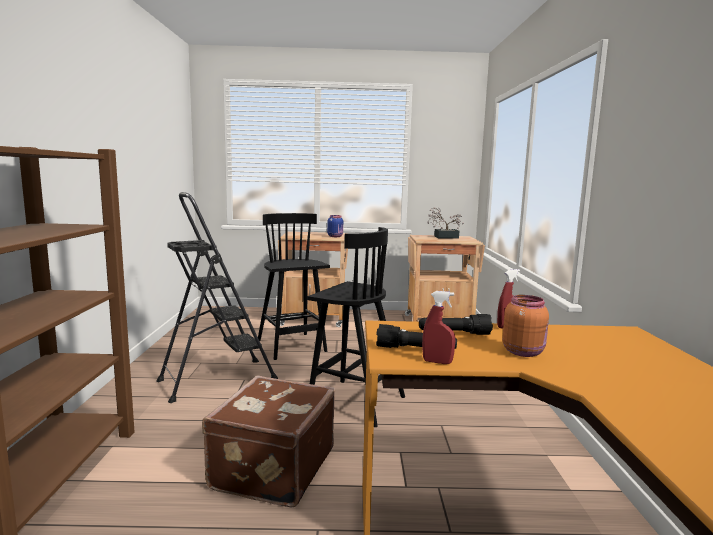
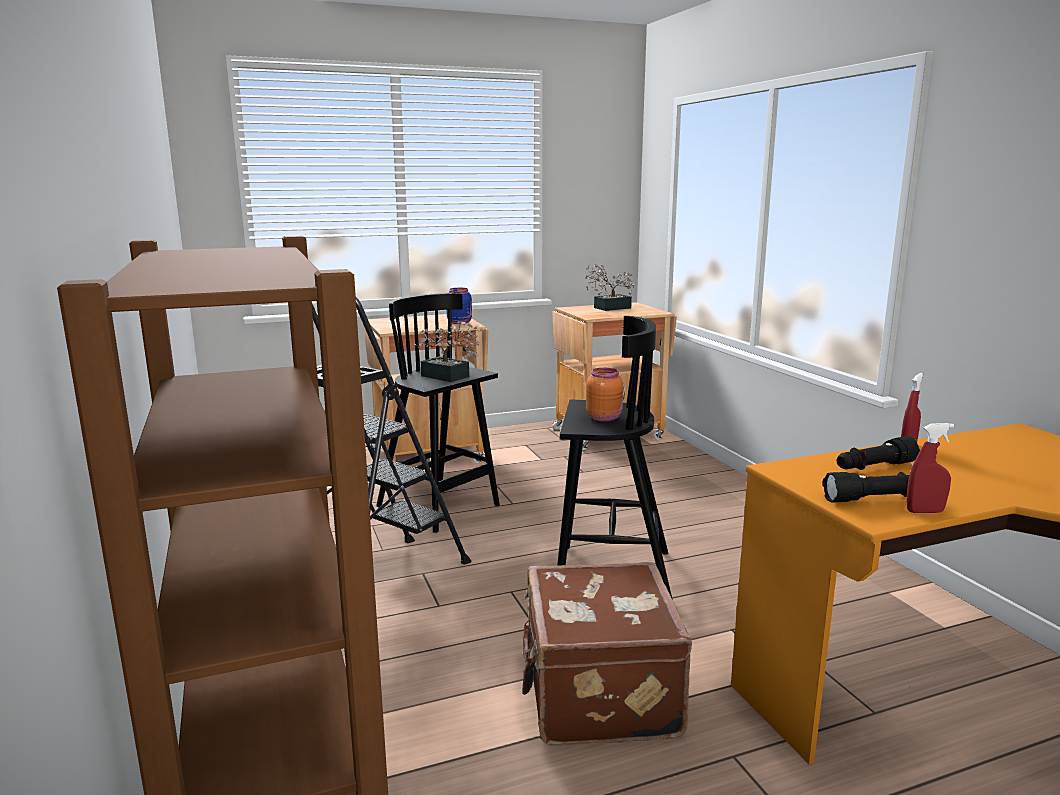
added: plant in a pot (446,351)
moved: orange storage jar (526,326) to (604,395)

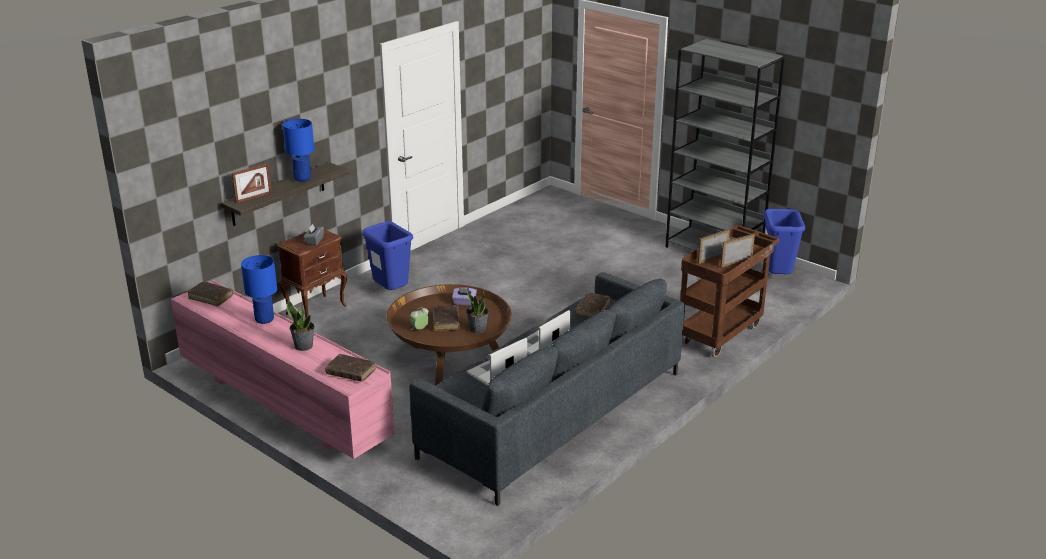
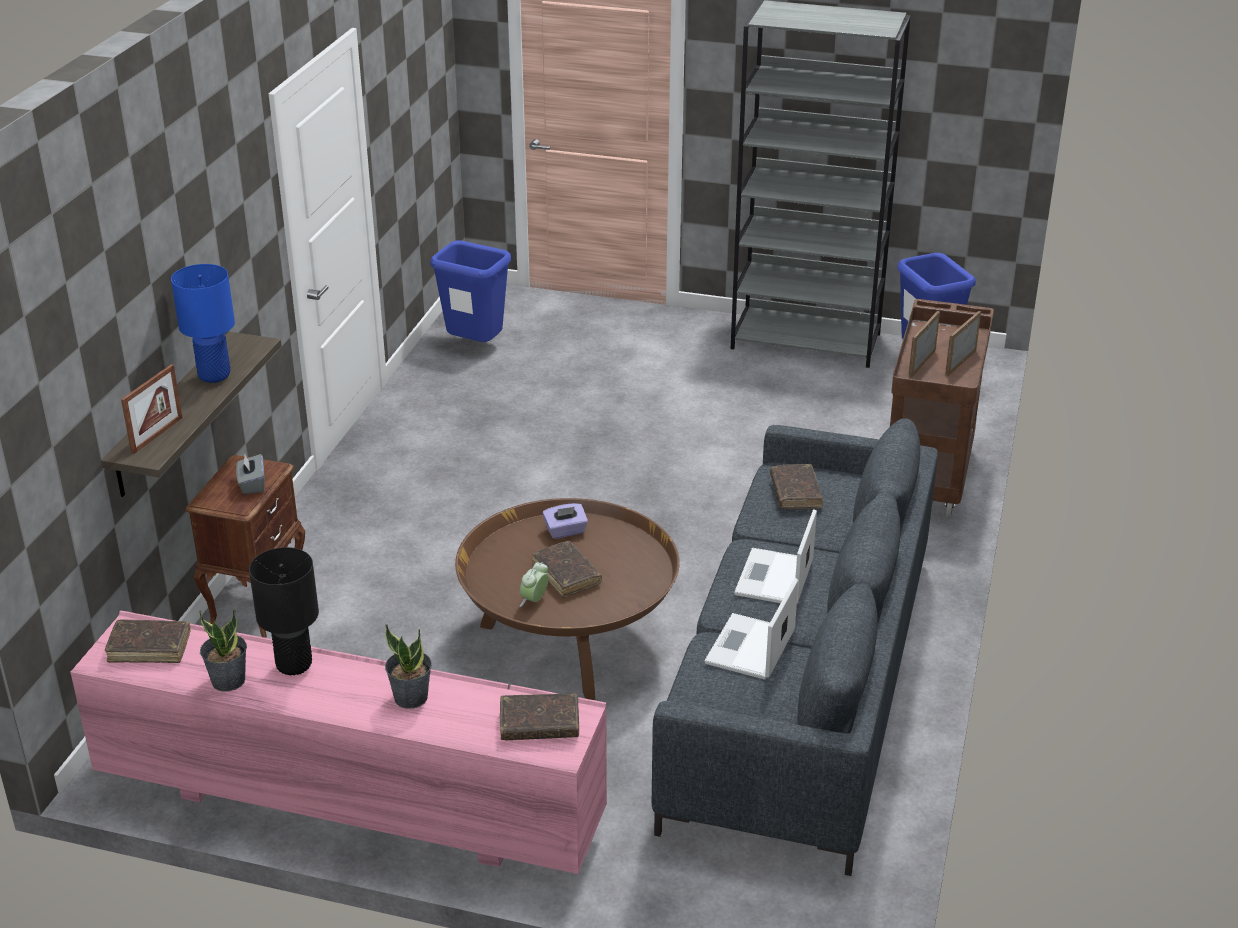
moved: plant in a pot (477,311) to (223,650); blue trash can (387,255) to (470,291)
recoloured: blue lamp for a table (259,289) to blackish lamp for a table (284,611)

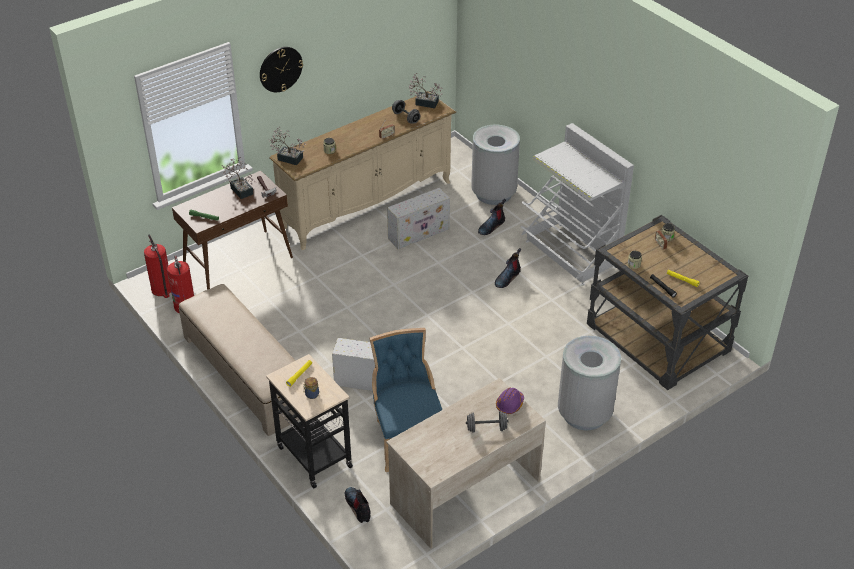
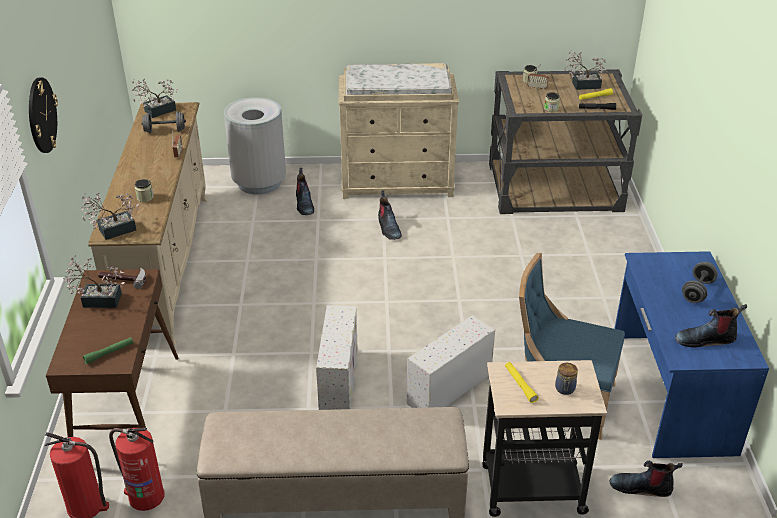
removed: purple work helmet (510,401); grey trash can (589,383)
added: plant in a pot (586,70); boot (711,326)
moved: white storage box (418,218) to (337,357)
replaced: white shoe rack (577,204) to beige-coloured chest of drawers (399,131)
recoloured: beige-coloured desk (466,463) to blue desk (691,354)

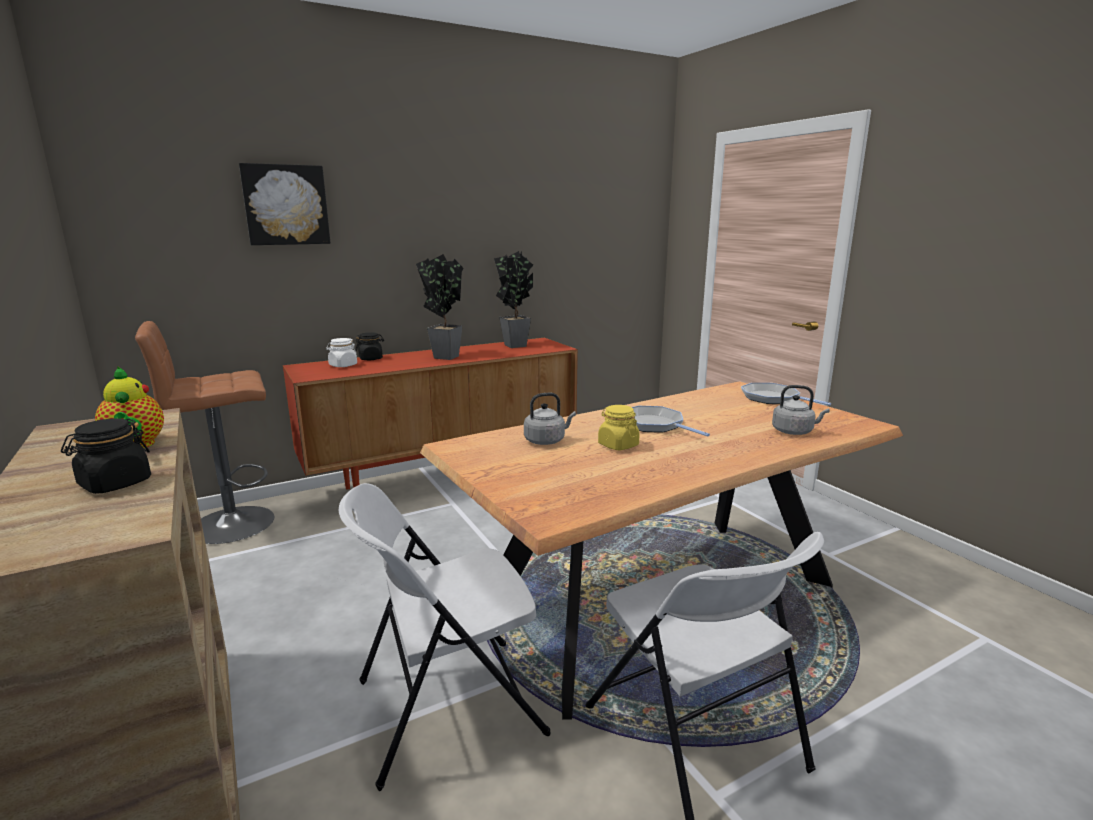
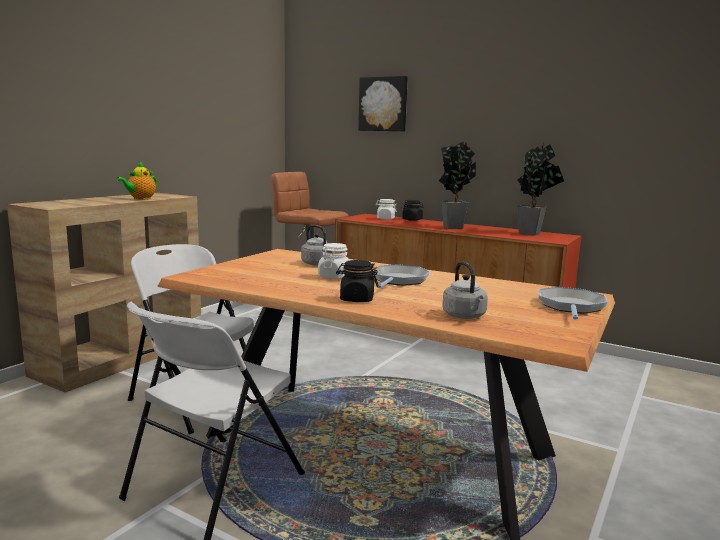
moved: blackish storage jar (106,456) to (357,281)
recoloured: yellowish storage jar (619,427) to white storage jar (334,261)

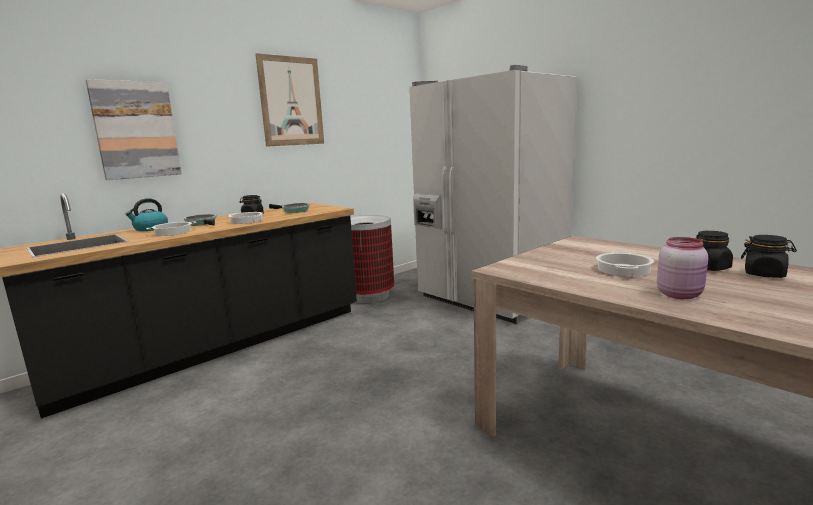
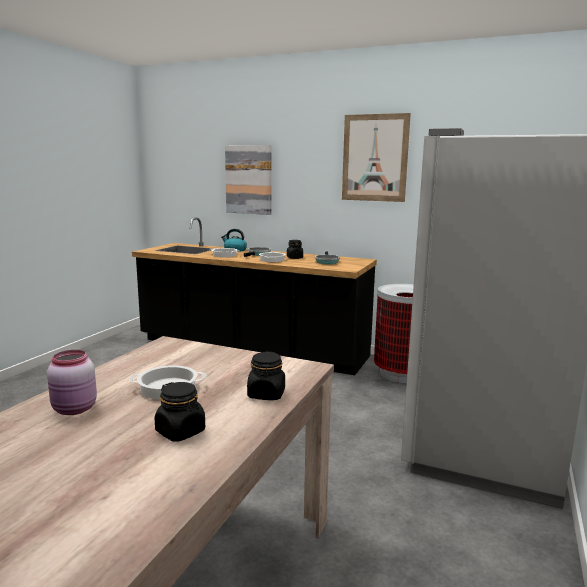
moved: blackish storage jar (769,256) to (266,375)

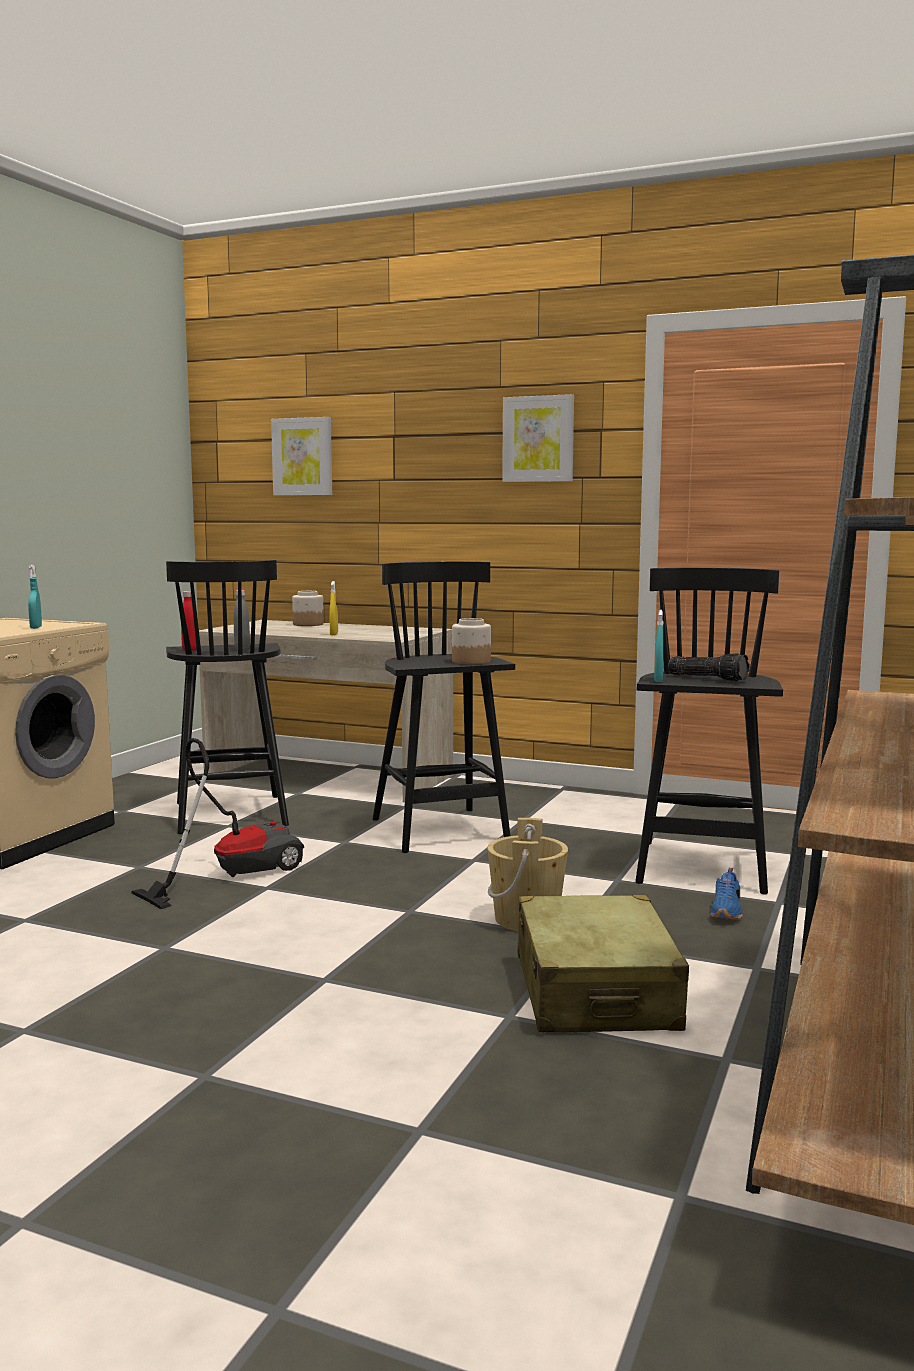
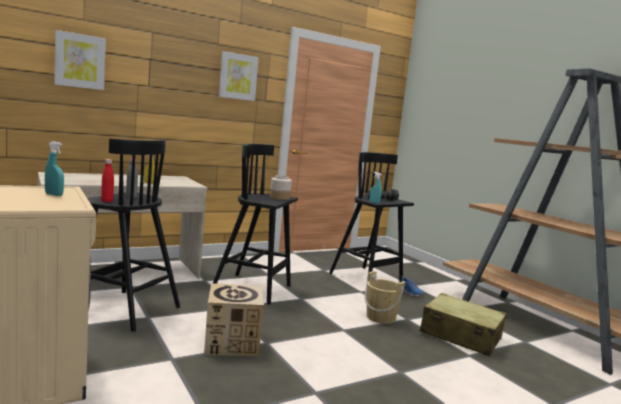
removed: storage jar (308,608)
replaced: vacuum cleaner (217,823) to cardboard box (234,319)

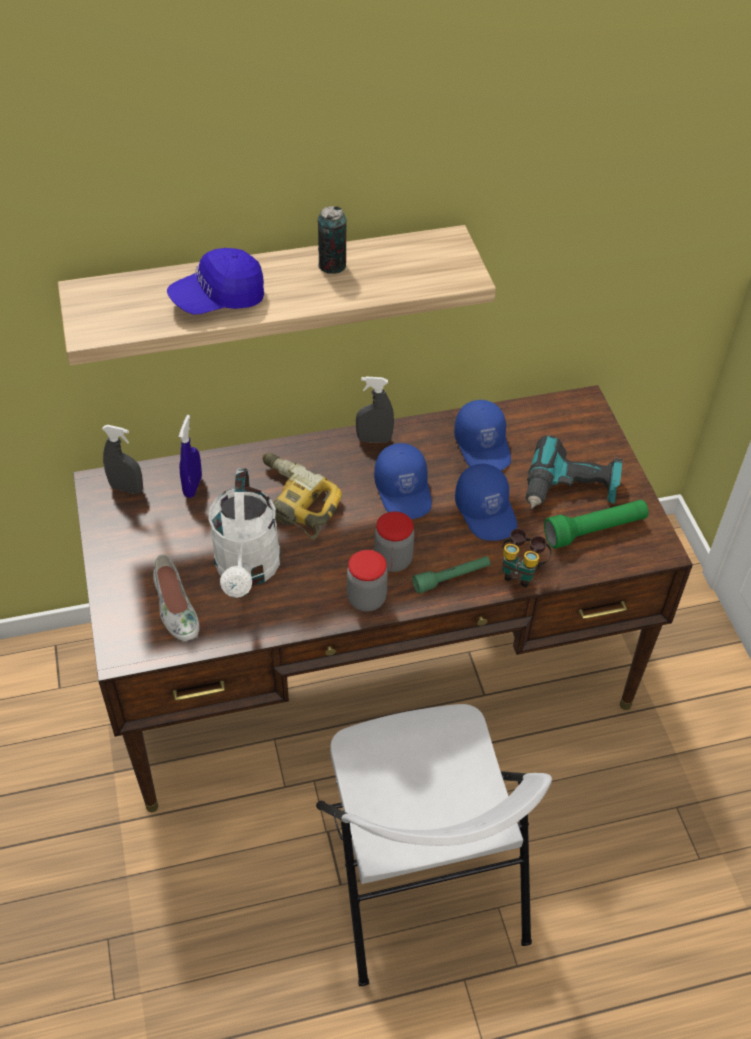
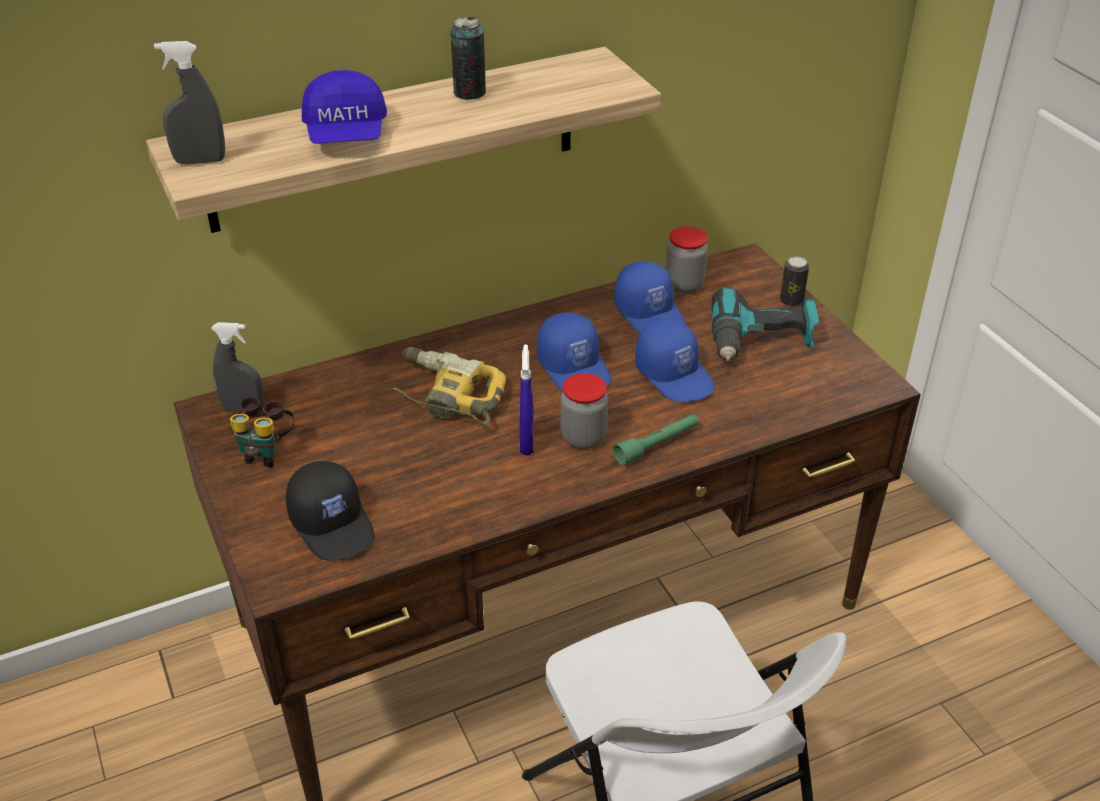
removed: white sprinkling can (244,533); green-coloured hand torch (596,524)
added: can (794,281)
moved: grey sprayer (375,410) to (189,102); pair of binoculars (527,558) to (262,432); blue sprayer (190,456) to (527,399); storage jar (367,581) to (687,260)
replaced: white shoe (176,597) to blackish peaked cap (330,511)
turned: blue peaked cap (215,281) = (344,107) 60 degrees counterclockwise

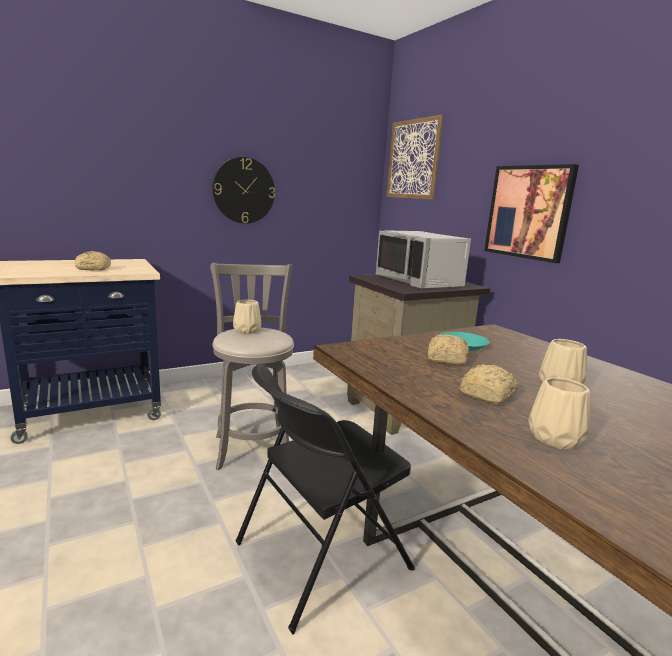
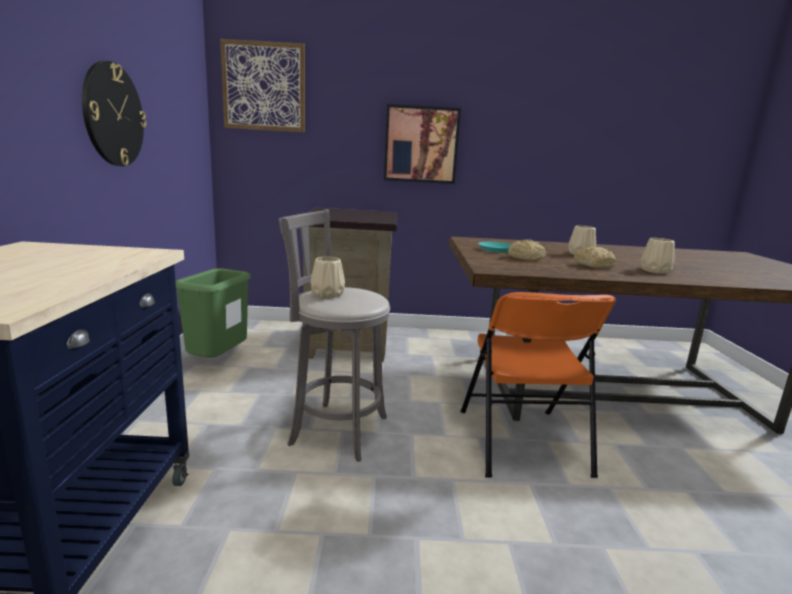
removed: baked bread (93,261); grey microwave (423,259)
added: green-coloured trash can (213,313)
recoloured: blackish upright chair (325,499) to orange upright chair (538,385)

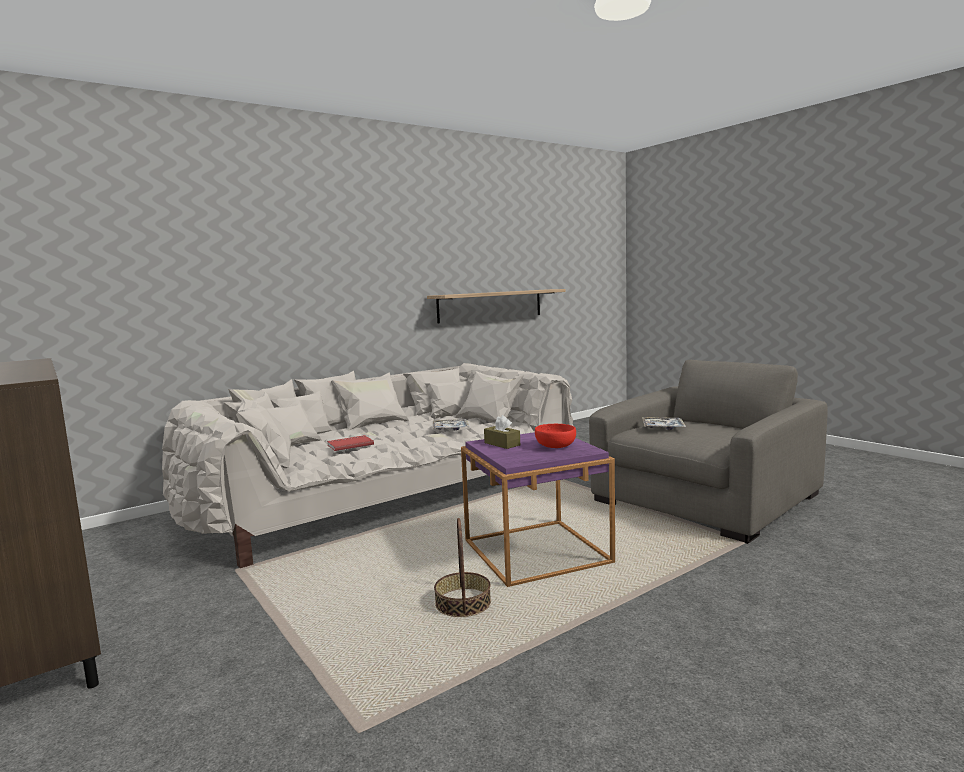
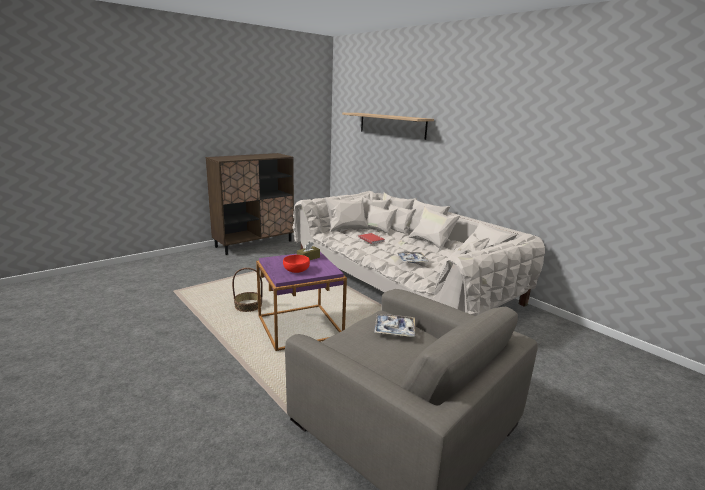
moved: bracket shelf (496,306) to (388,126)

